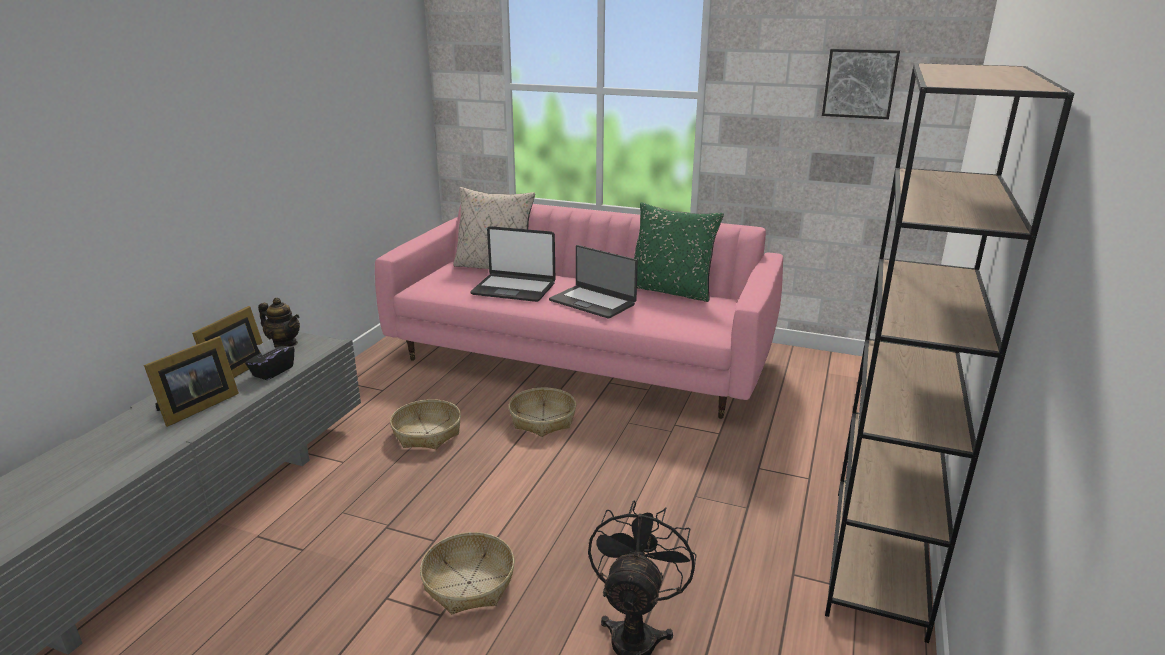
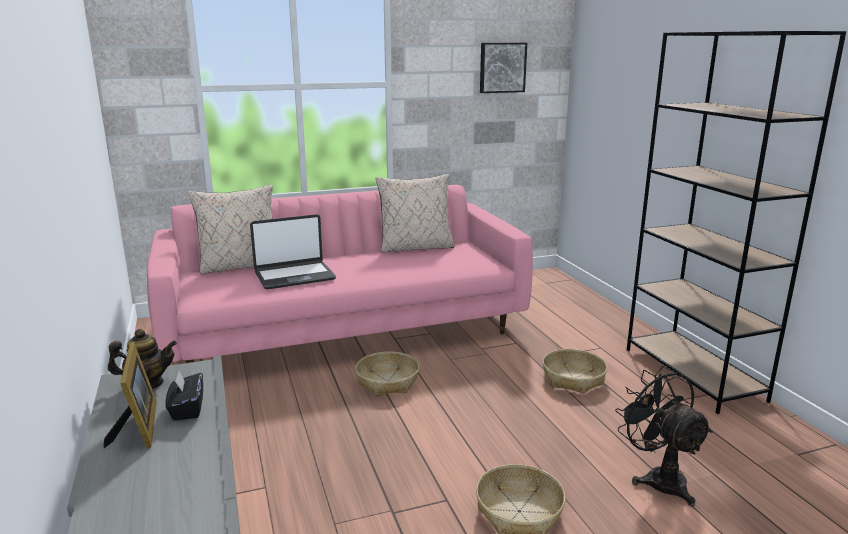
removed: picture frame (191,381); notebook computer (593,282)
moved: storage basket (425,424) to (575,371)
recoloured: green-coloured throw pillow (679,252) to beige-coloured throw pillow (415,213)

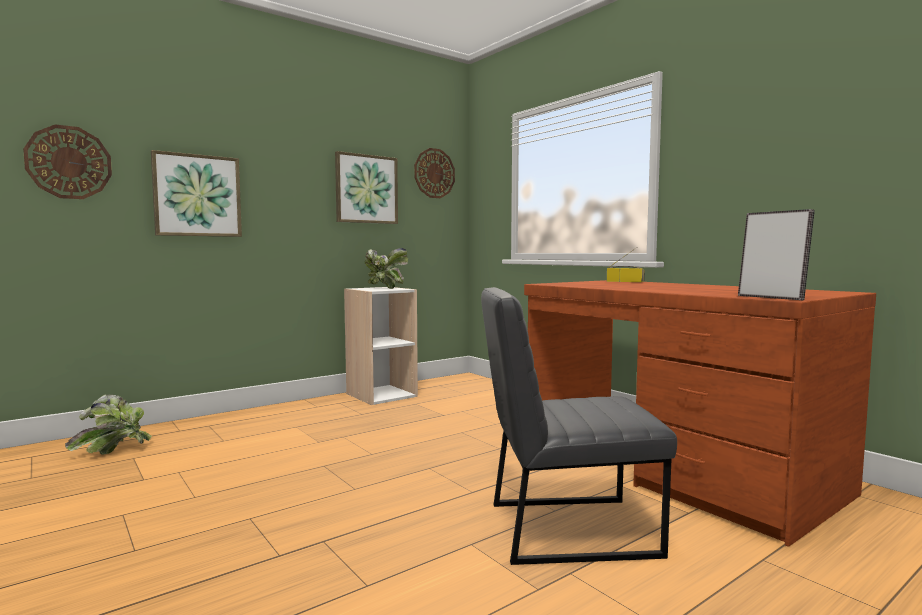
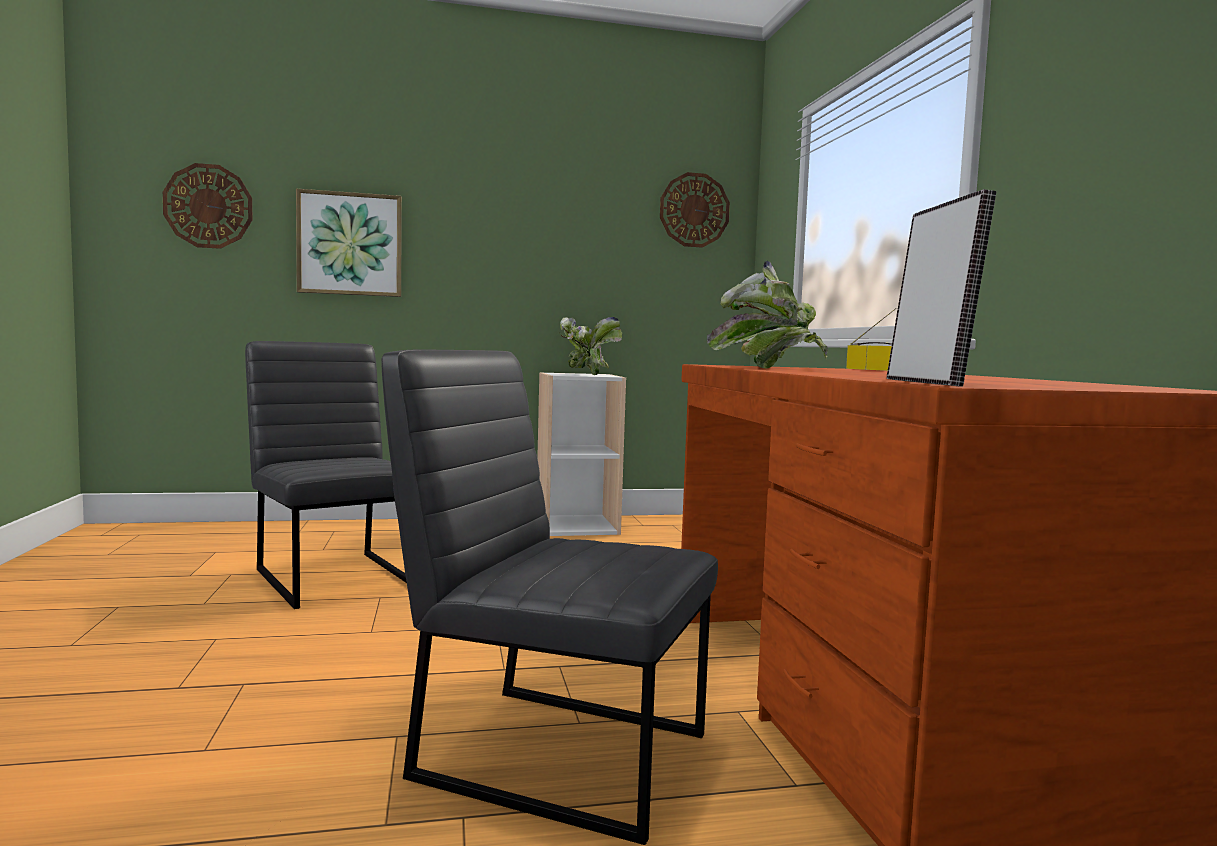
removed: wall art (366,187)
added: grey upright chair (326,475)
moved: plant in a pot (108,424) to (767,314)

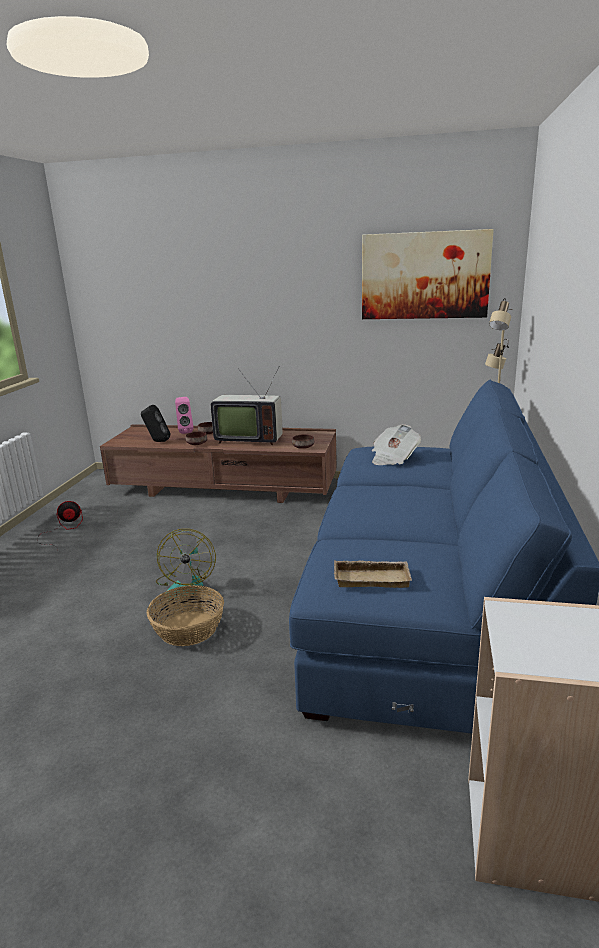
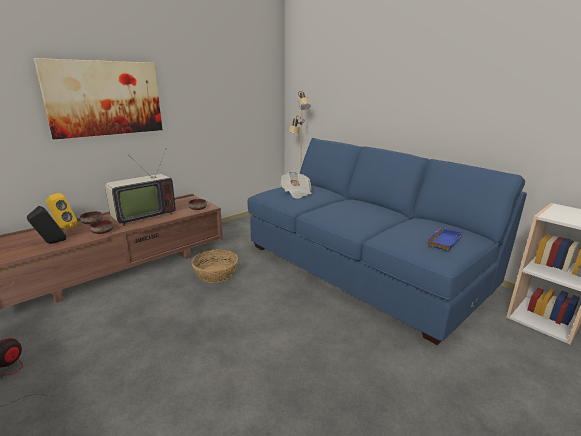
removed: electric fan (186,564)
moved: wall art (428,274) to (98,98); storage basket (185,615) to (214,266)
recoloured: pink-coloured speaker (184,415) to yellowish speaker (61,211); beige-coloured serving tray (373,574) to blue serving tray (445,239)

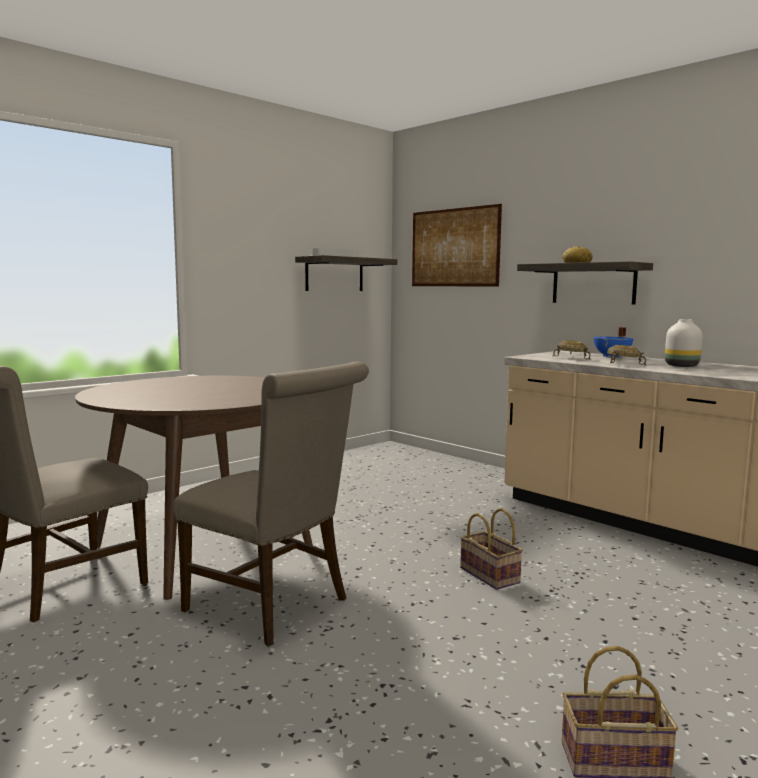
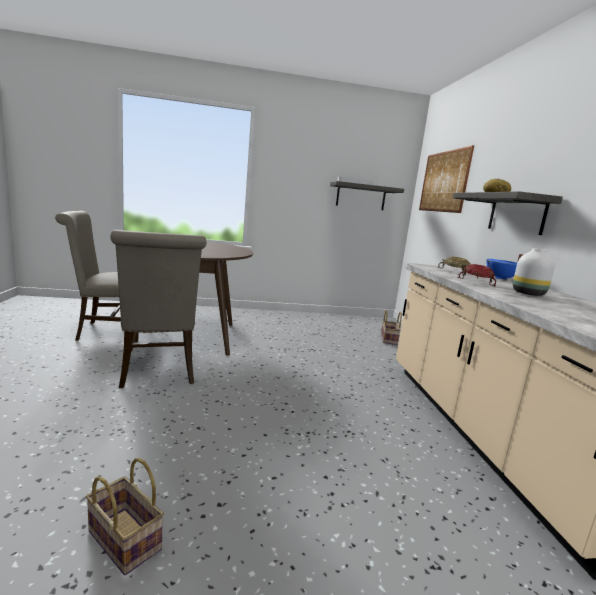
moved: storage basket (491,549) to (391,327)
recoloured: beige-coloured serving bowl (626,355) to reddish serving bowl (477,275)

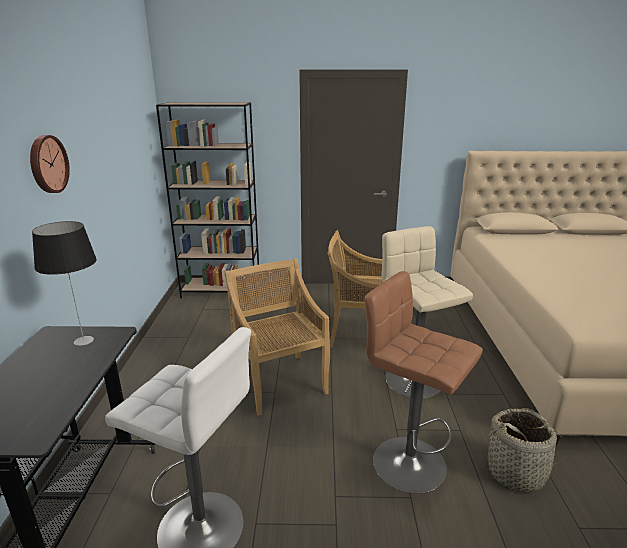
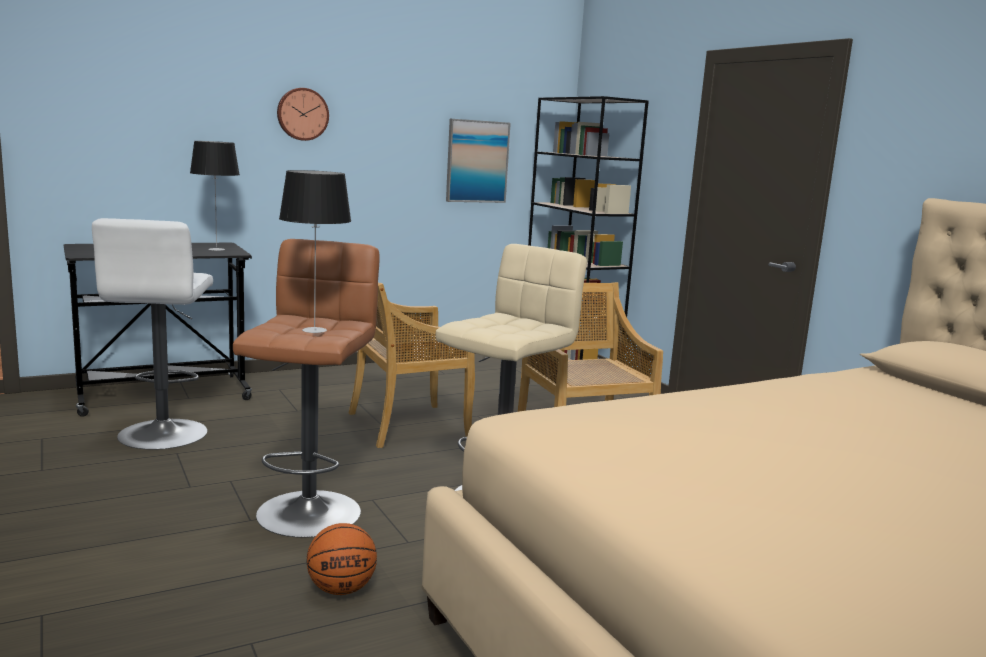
added: lamp for a table (315,251); wall art (478,161)
replaced: storage basket (521,450) to ball for basketball (342,559)
turned: beige-coloured upright chair (277,337) = (412,365) 150 degrees counterclockwise

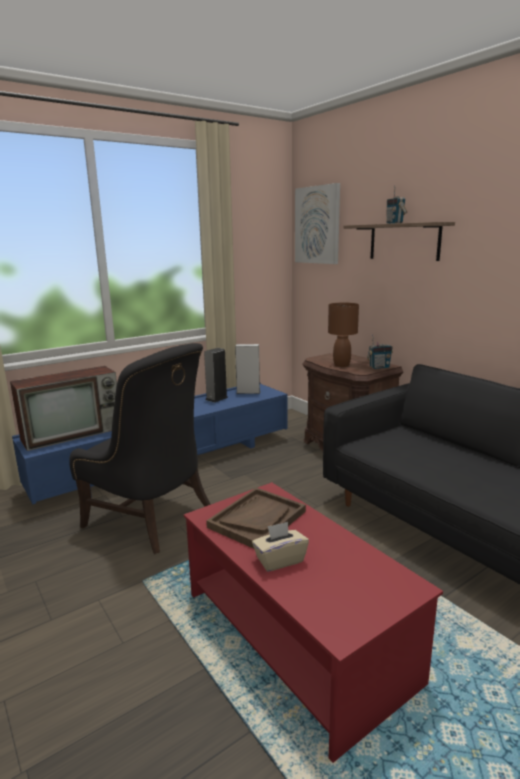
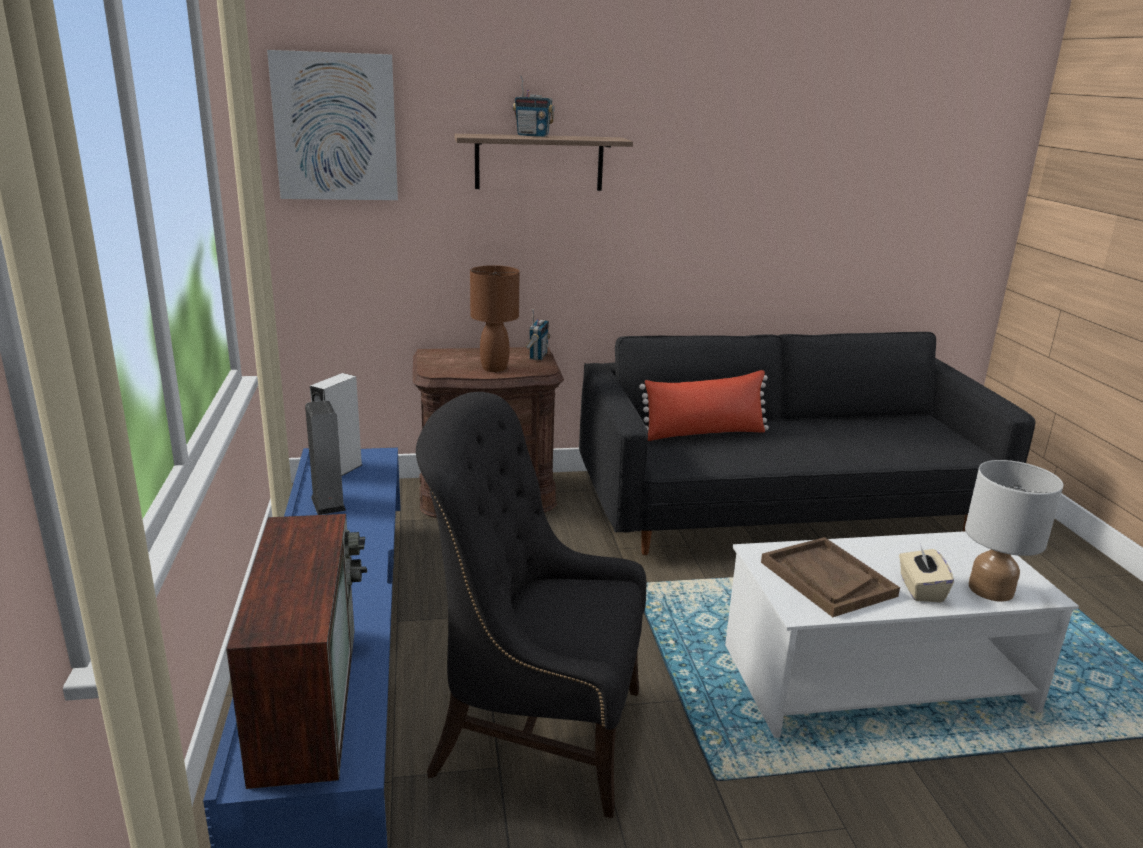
added: reddish throw pillow (704,405); grey lamp for a table (1014,531)
recoloured: reddish low table (313,622) to white low table (902,634)
turned: blackish armchair (140,448) = (531,605) 135 degrees counterclockwise

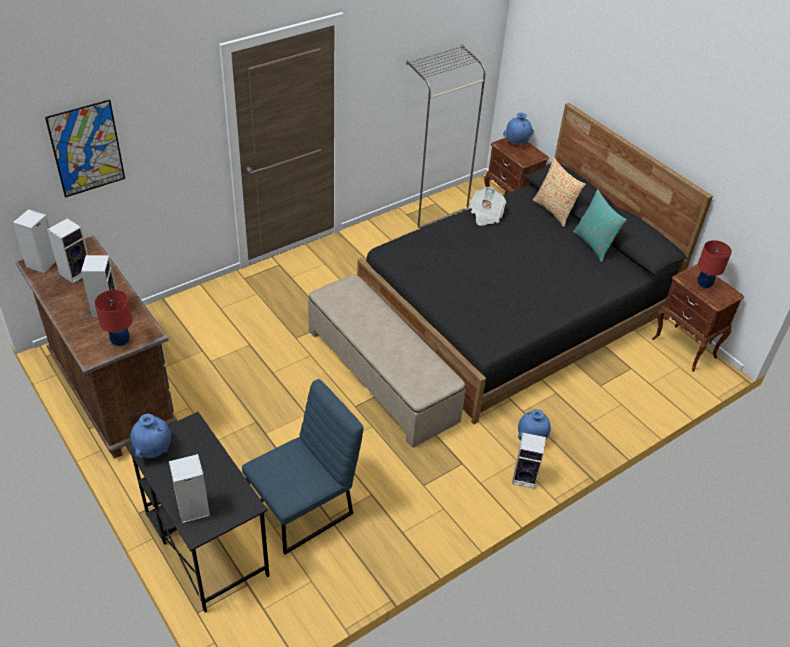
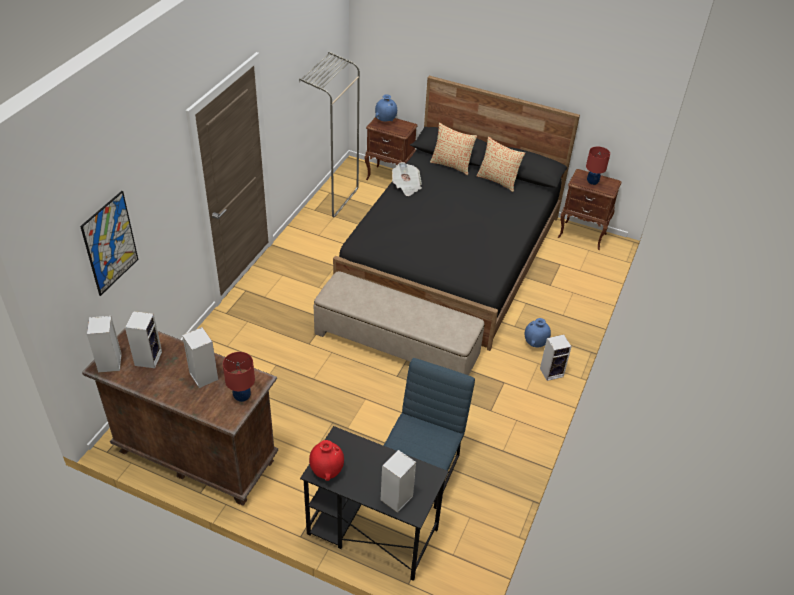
recoloured: blue flower vase (150,436) to reddish flower vase (326,460); turquoise-coloured throw pillow (600,225) to beige-coloured throw pillow (500,164)

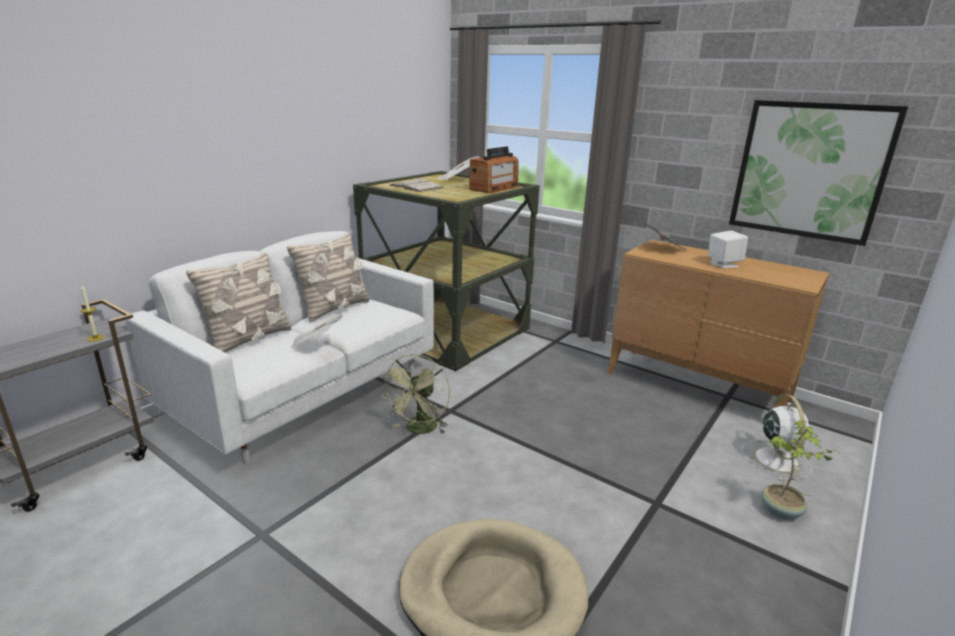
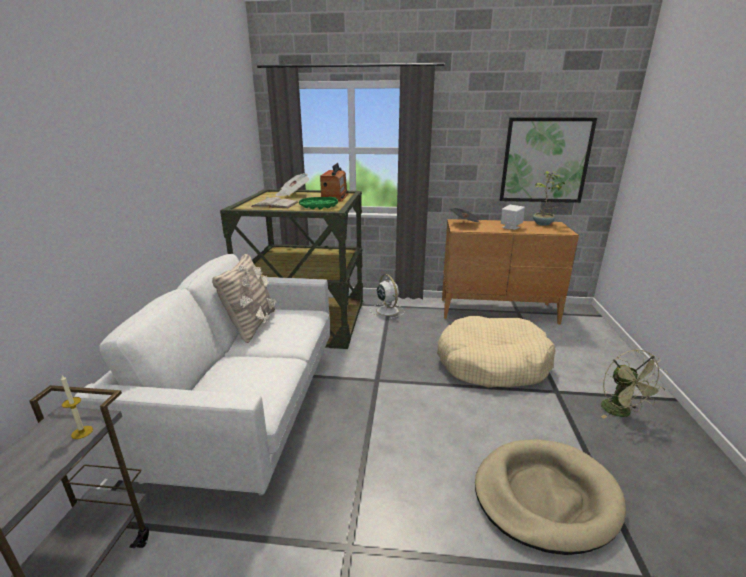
removed: beige-coloured throw pillow (239,302); daily paper (317,330)
added: green-coloured serving tray (318,203); beige-coloured dog bed (496,352)
moved: white electric fan (776,437) to (387,296); plant in a pot (800,469) to (549,198); green-coloured electric fan (415,394) to (634,383)

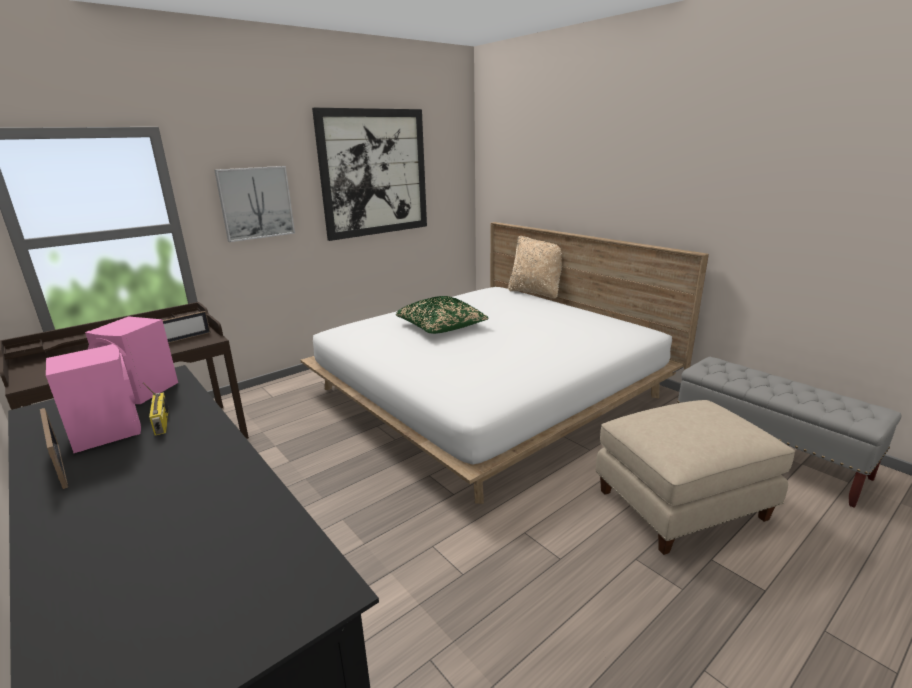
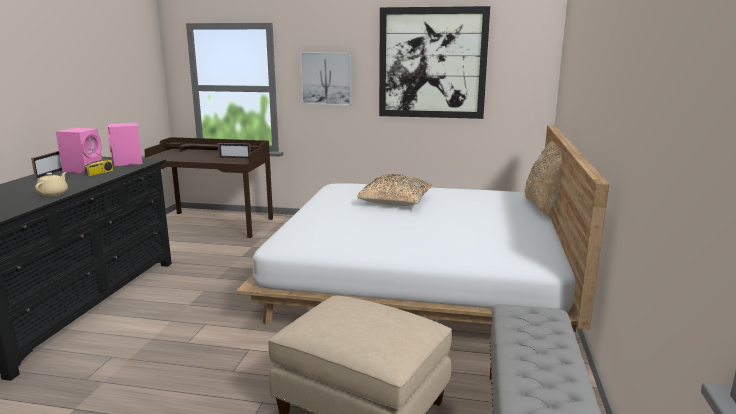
added: beige-coloured tea pot (51,184)
recoloured: green-coloured throw pillow (442,315) to beige-coloured throw pillow (394,190)

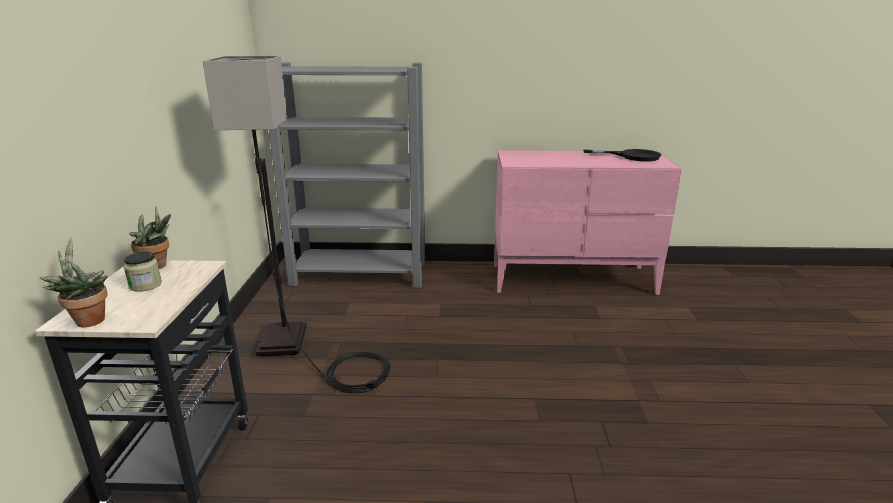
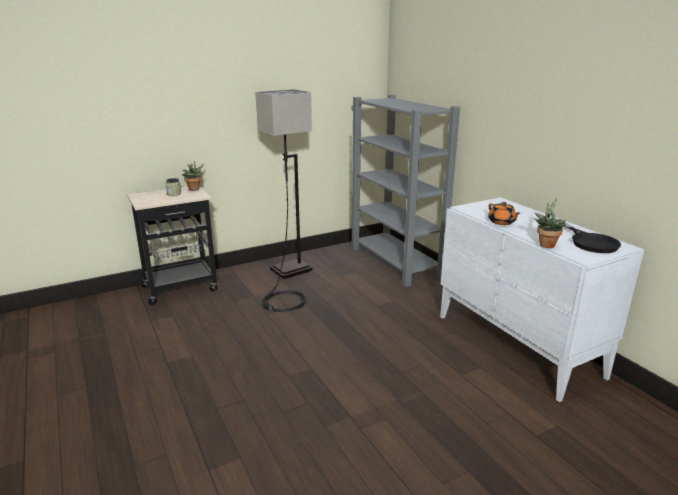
added: orange tea pot (504,213)
moved: plant in a pot (74,282) to (549,223)
recoloured: pink-coloured cabinet (587,222) to white cabinet (542,299)

